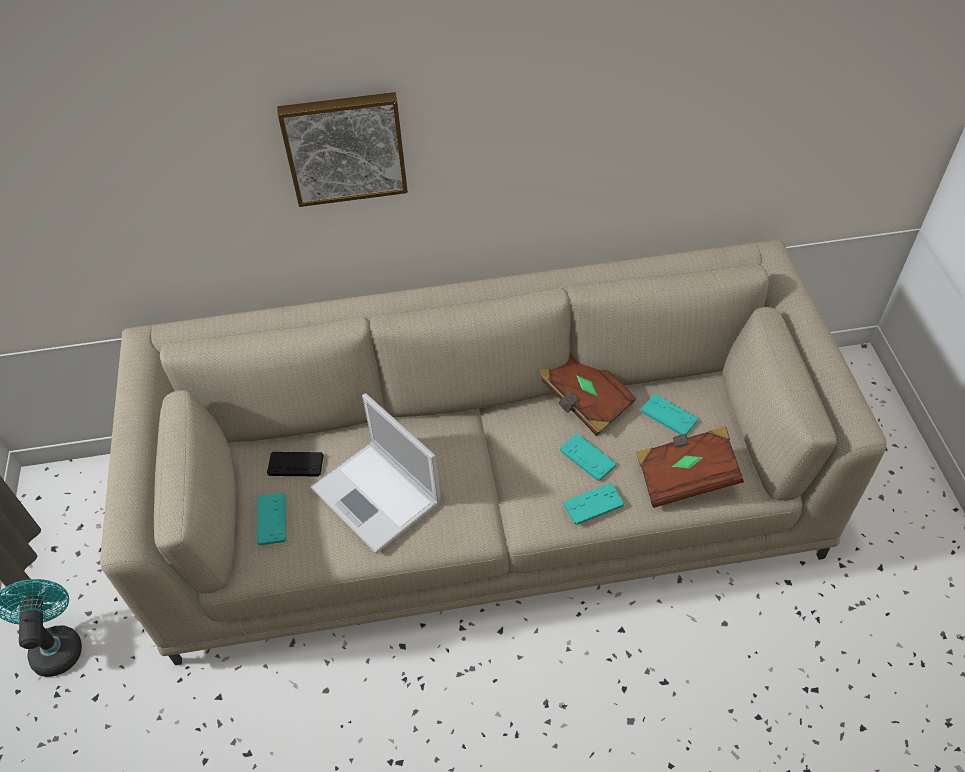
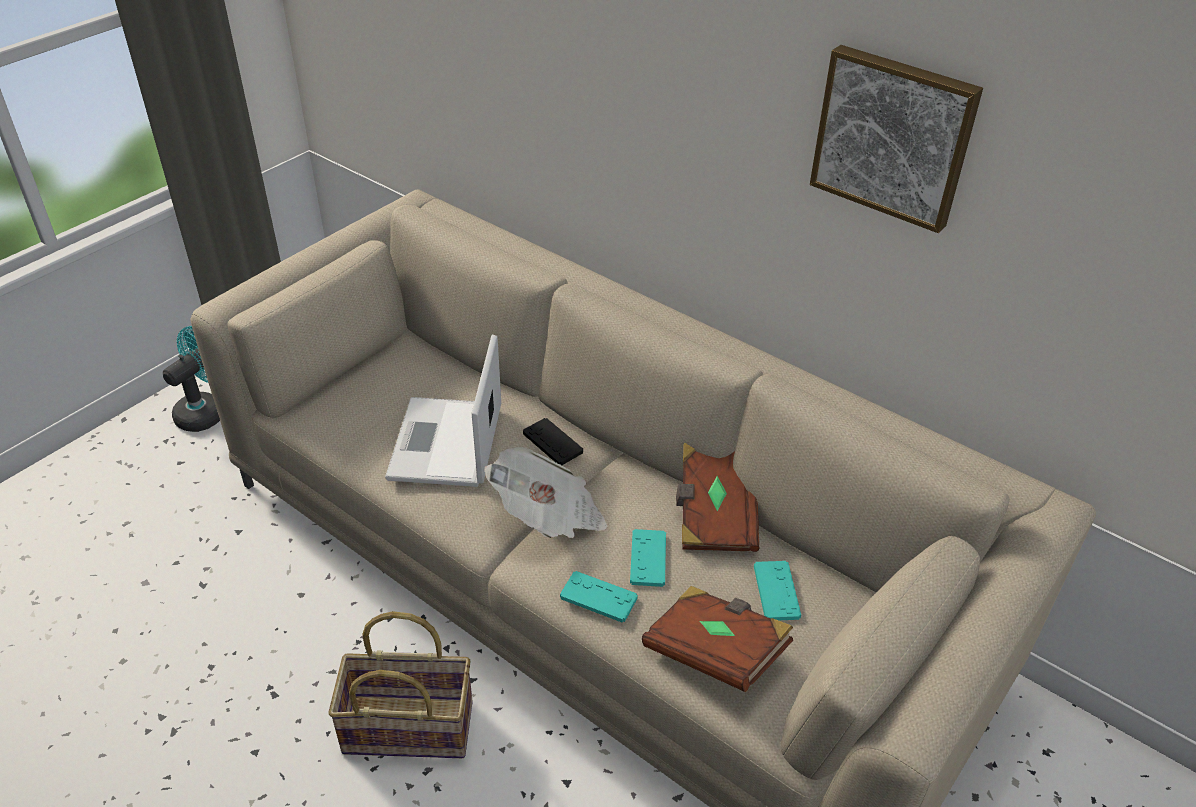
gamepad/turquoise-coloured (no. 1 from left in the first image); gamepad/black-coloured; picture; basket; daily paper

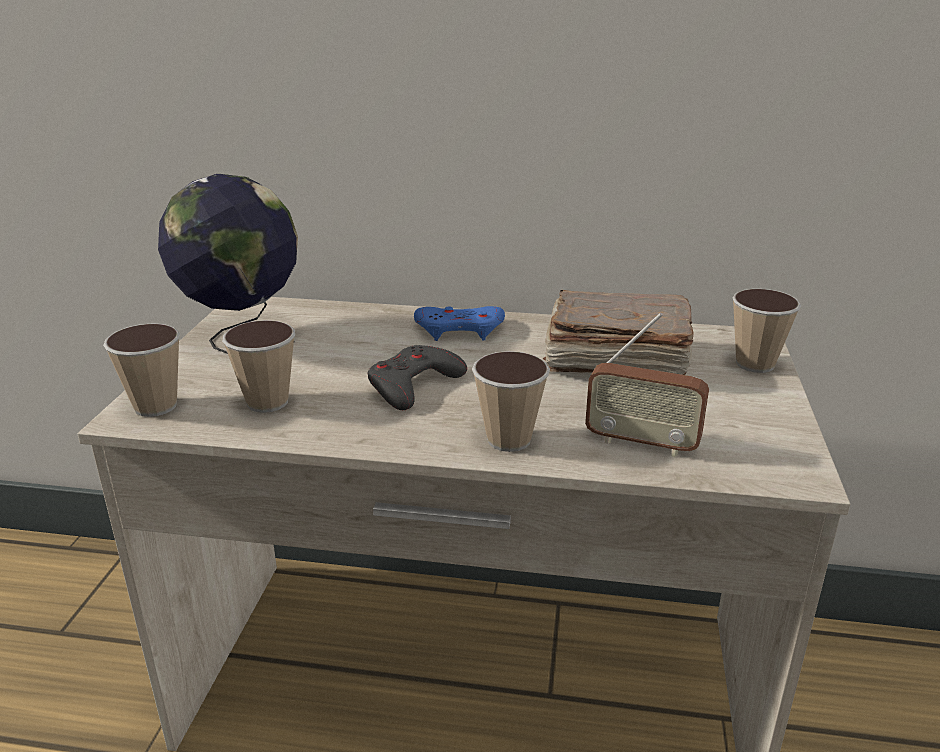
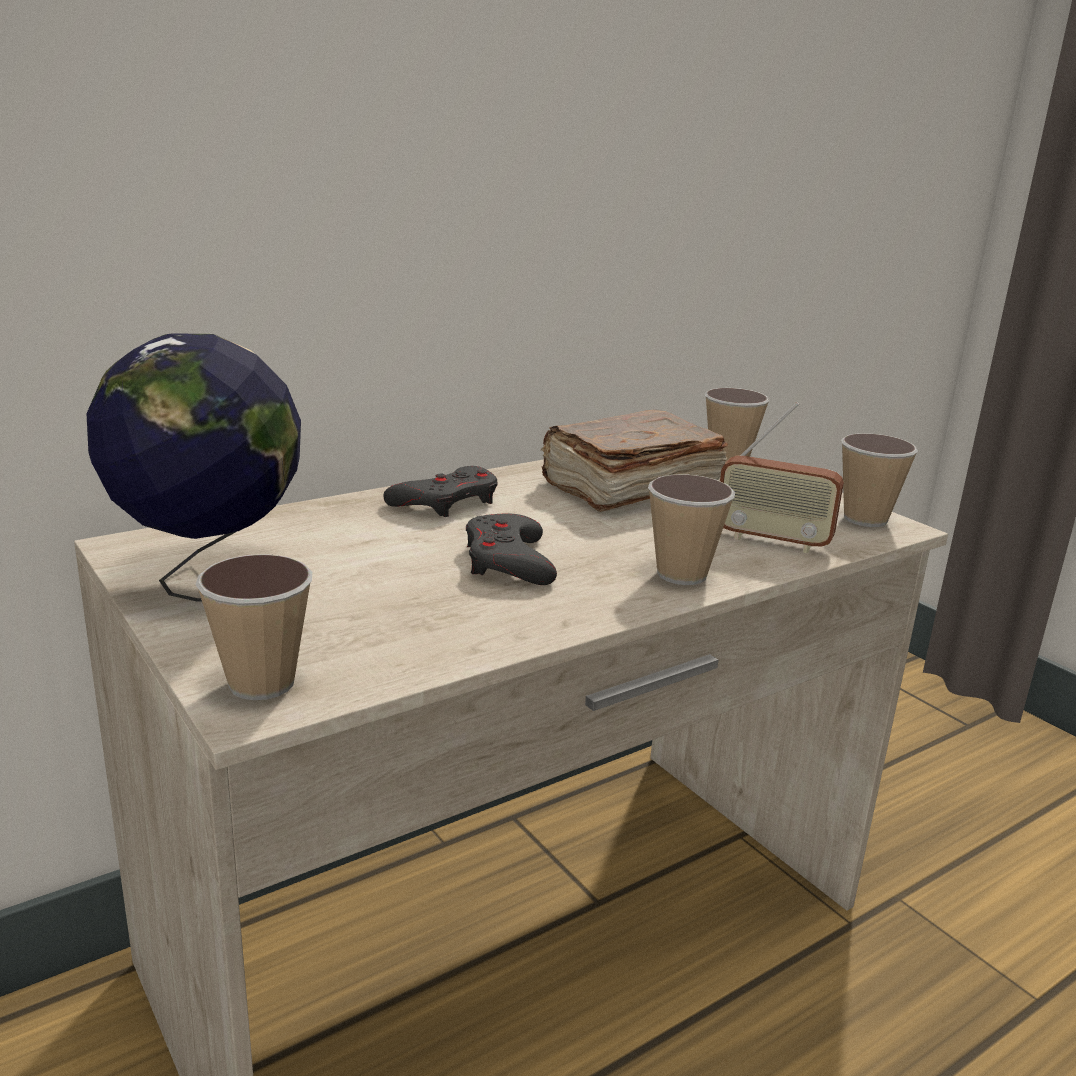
small cup (no. 4 from left); gamepad/greyish (no. 1 from left); radio receiver

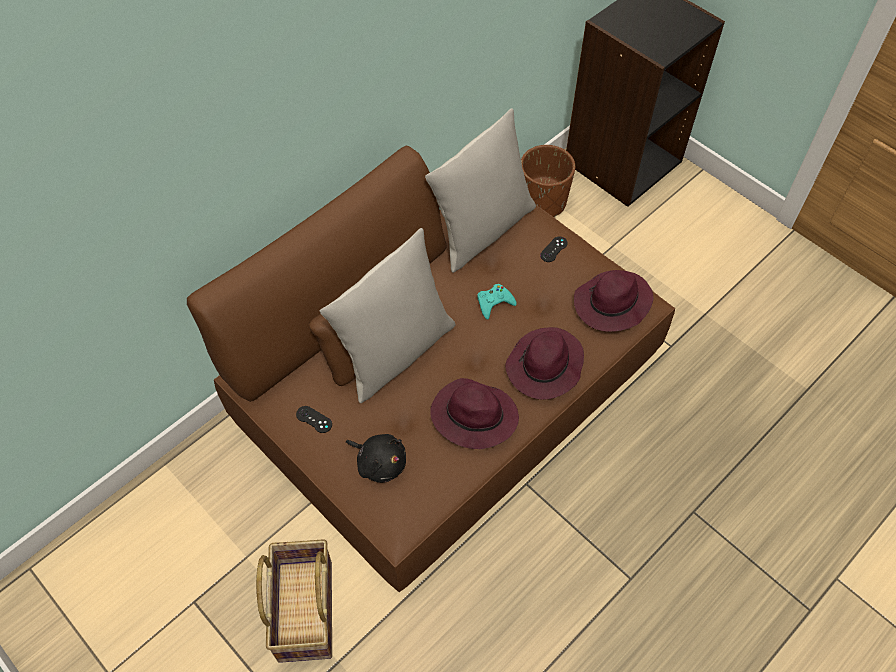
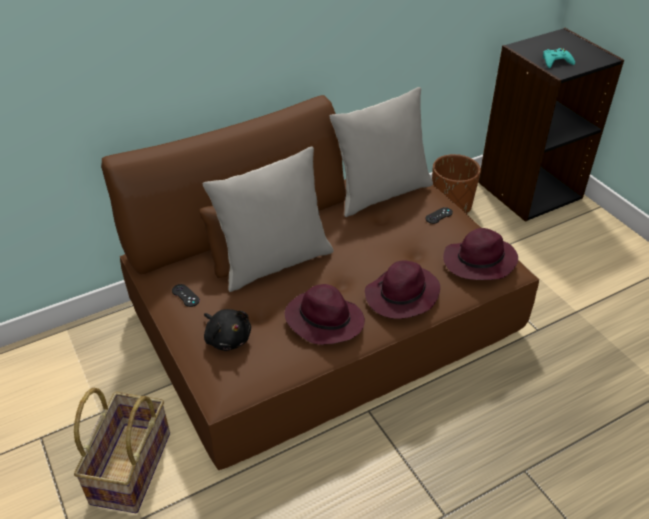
gamepad/turquoise-coloured

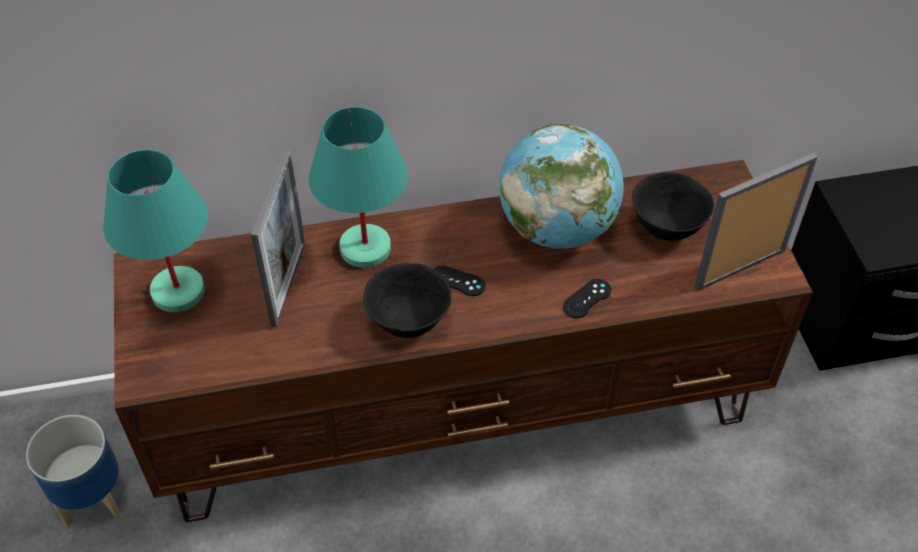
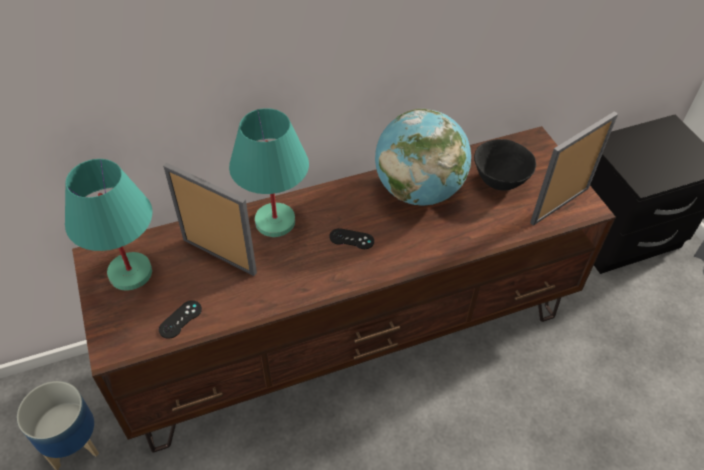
standing frame (no. 1 from left); serving bowl/black-coloured (no. 1 from left in the first image); gamepad/black-coloured (no. 1 from left)

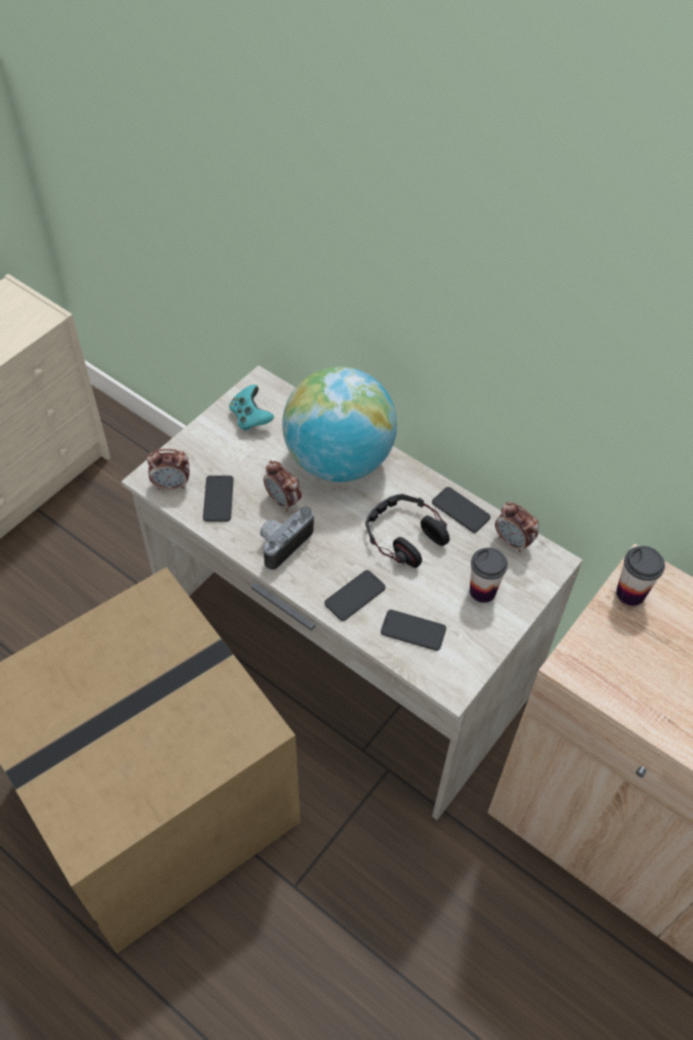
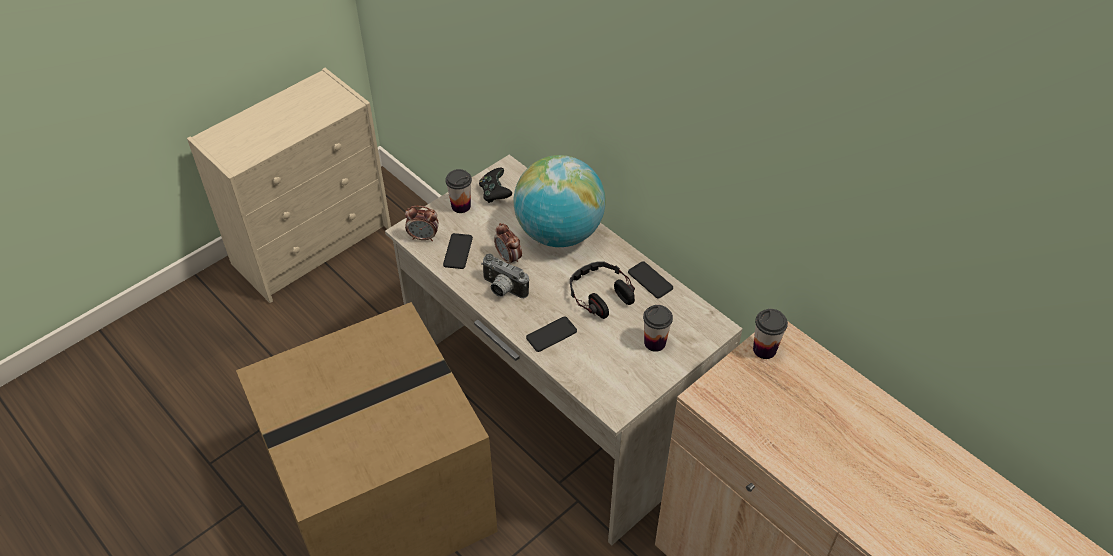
gamepad/black-coloured; photo camera; telephone (no. 3 from left in the first image); alarm clock (no. 3 from left in the first image); small cup (no. 1 from left)

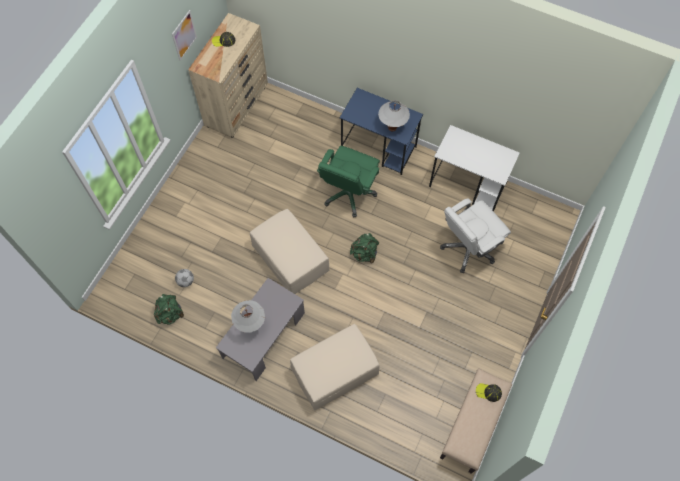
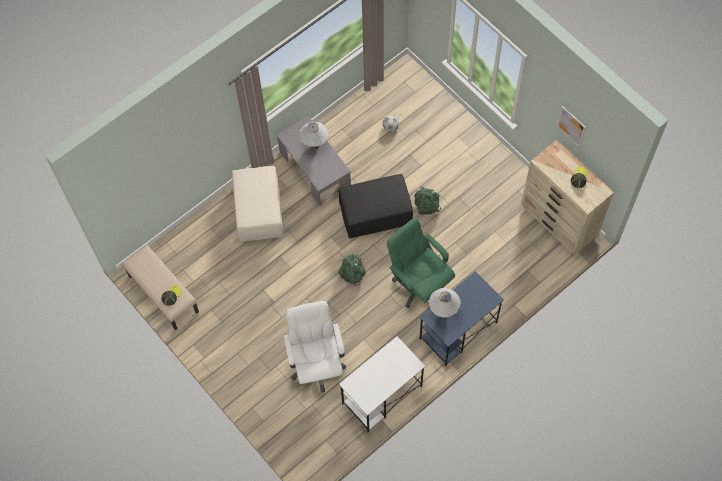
knapsack/greenish (no. 2 from left); footrest/black-coloured

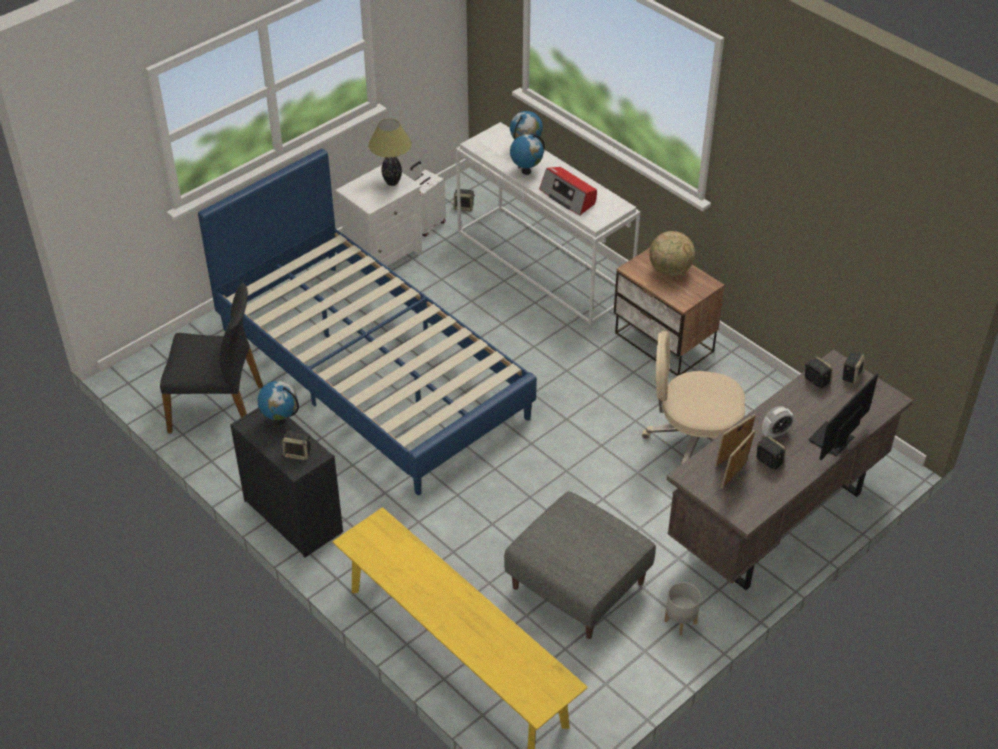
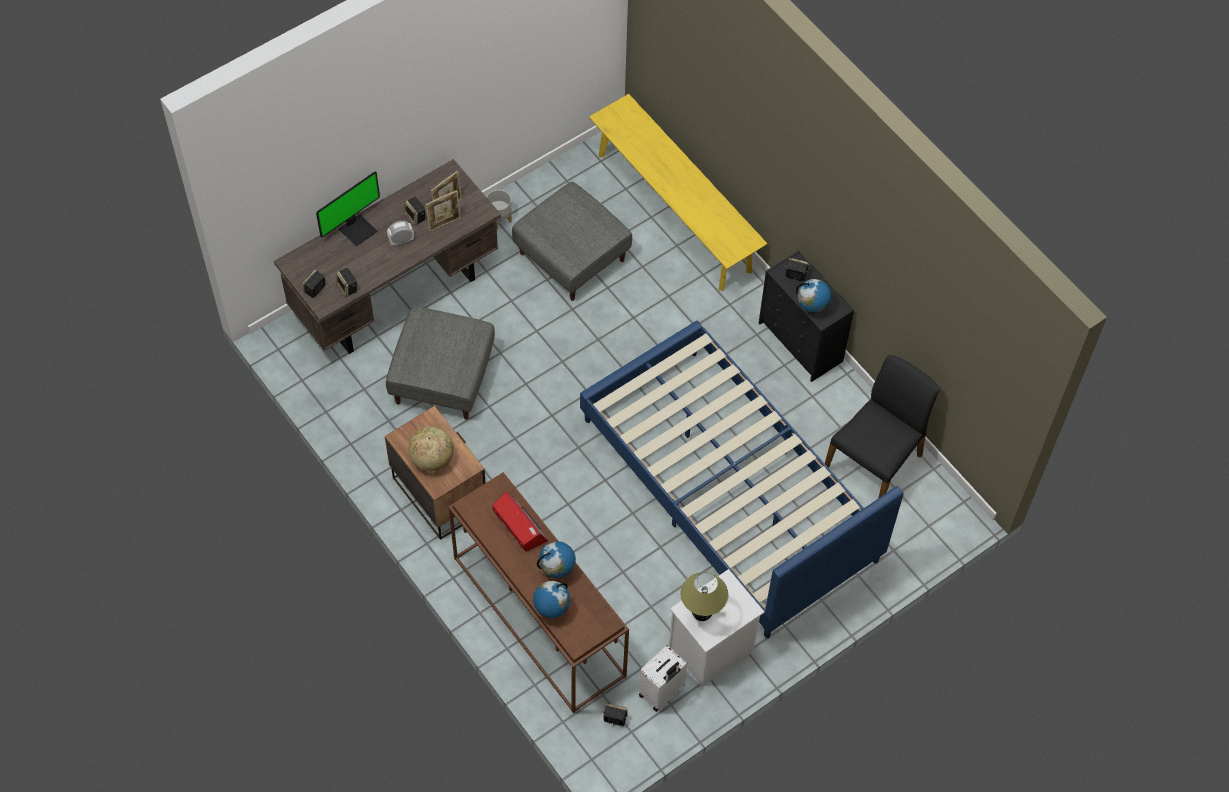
chair/black-coloured; hall table/brown-coloured; footrest/greyish (no. 1 from left)

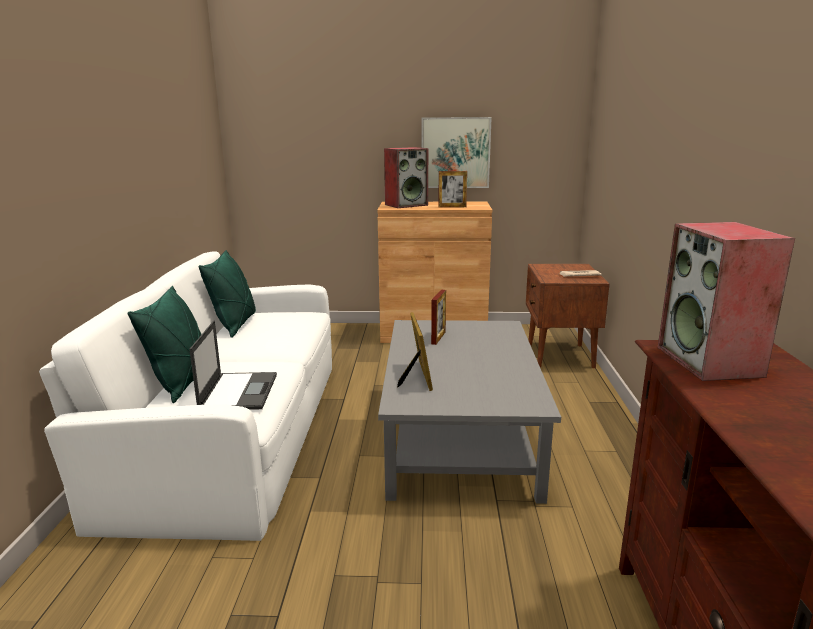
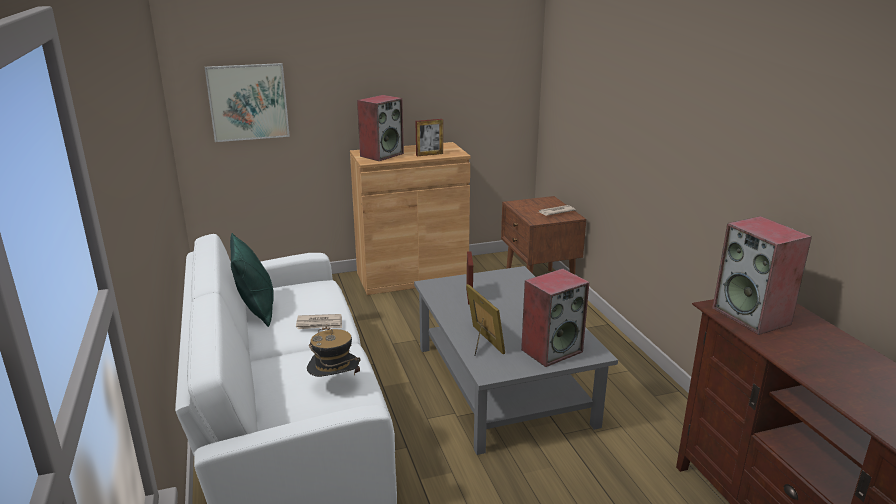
cushion/greenish (no. 1 from left in the first image); clothing hat; picture; daily paper (no. 1 from left); loudspeaker (no. 2 from left)

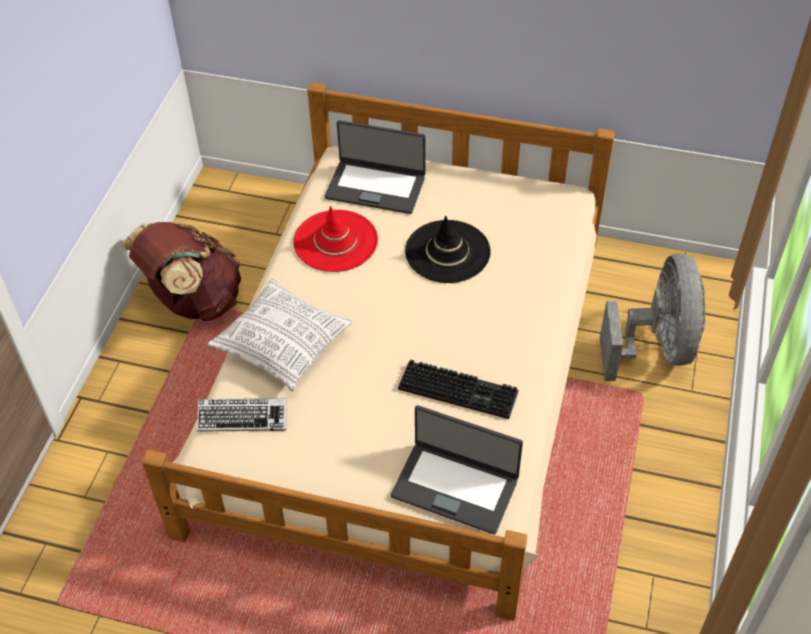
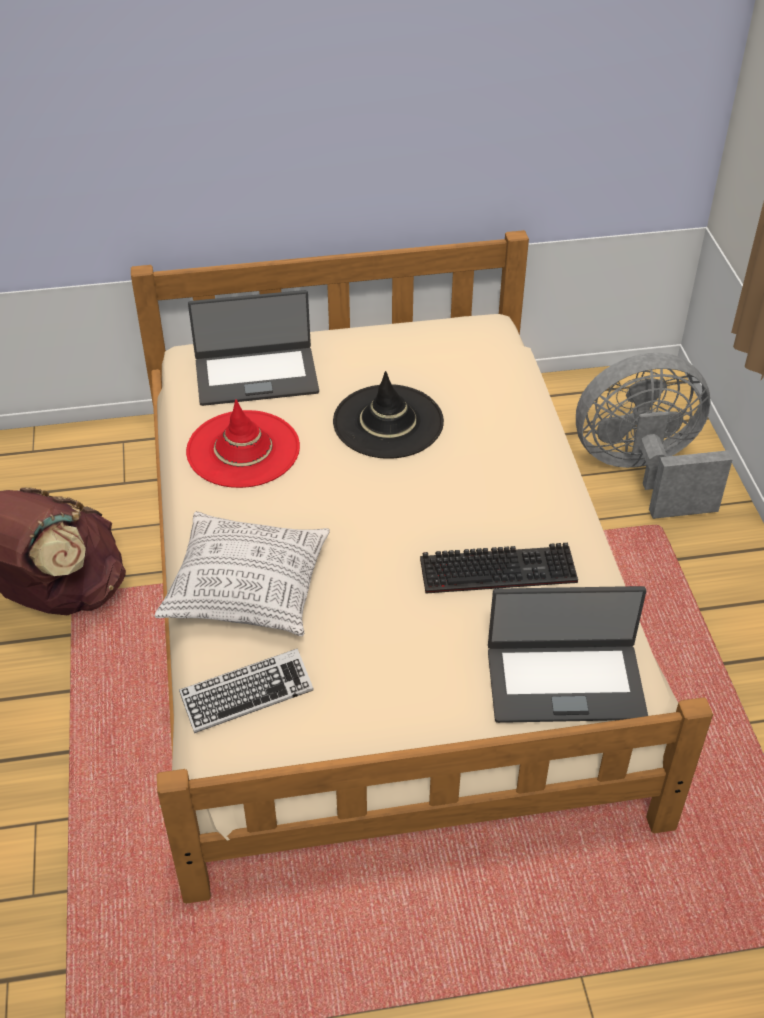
fan/greyish

